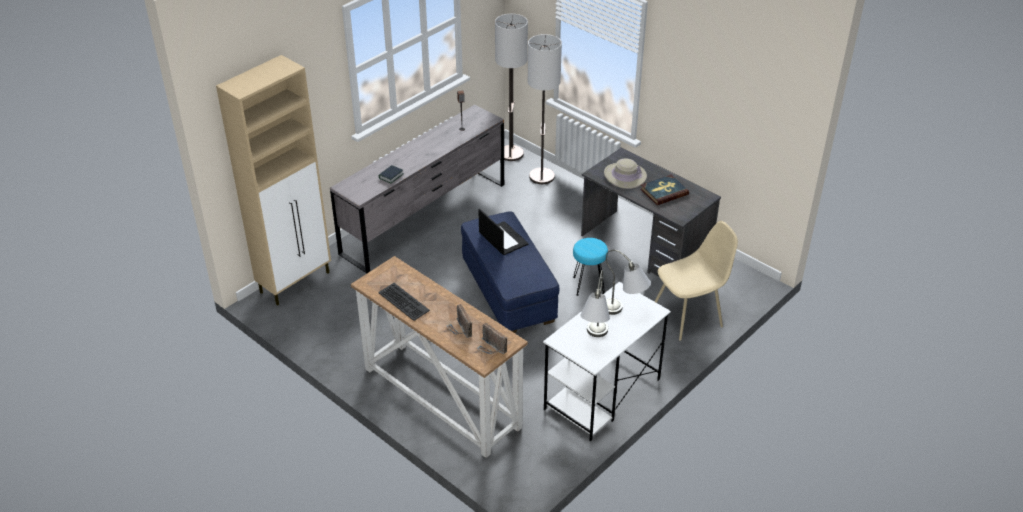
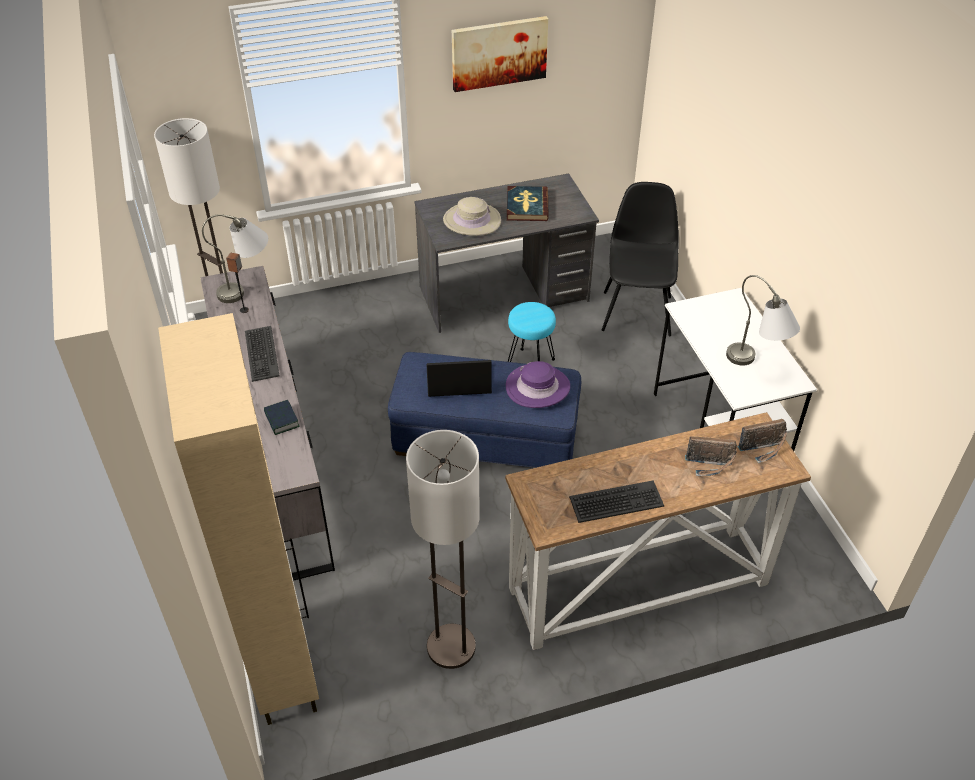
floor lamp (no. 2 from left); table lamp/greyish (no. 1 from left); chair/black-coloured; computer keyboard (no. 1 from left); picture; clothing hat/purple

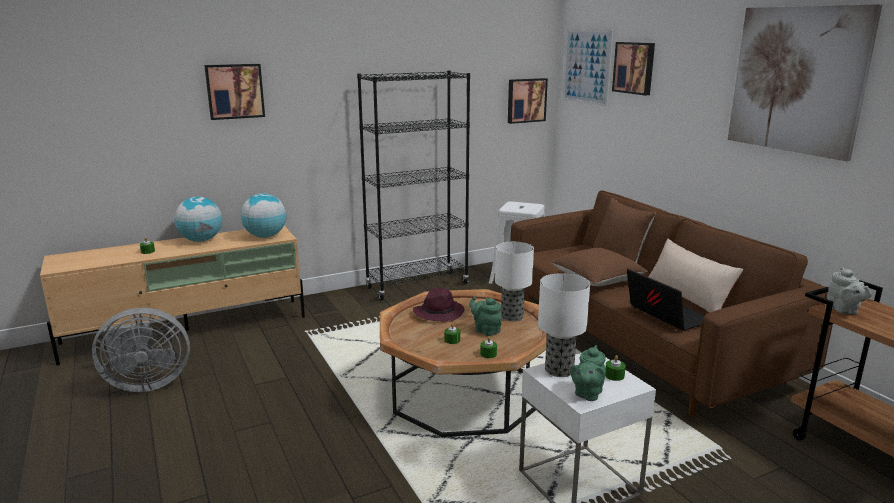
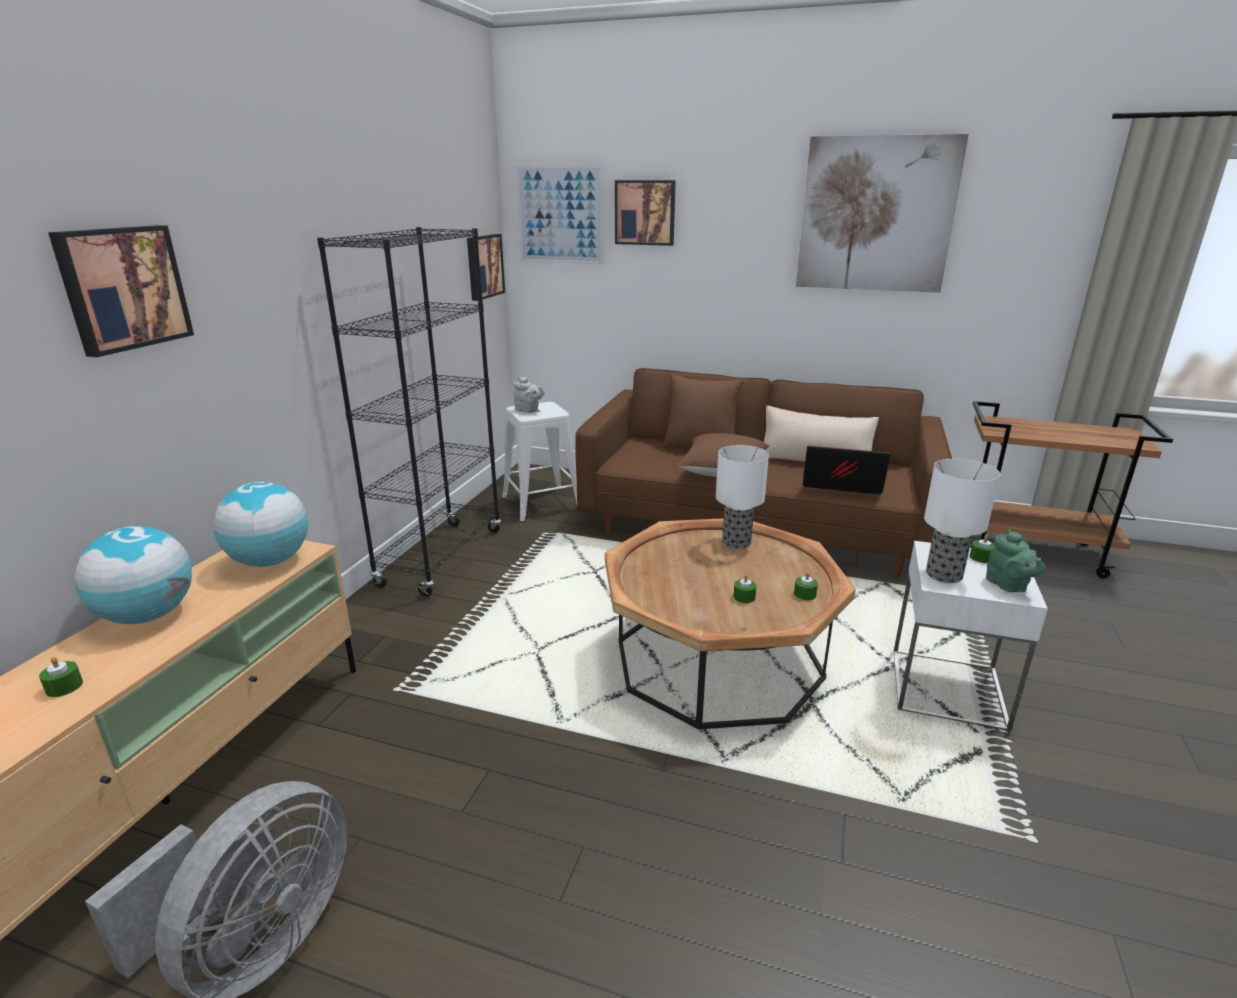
clothing hat/purple; tea pot/greenish (no. 1 from left in the first image); tea pot/greyish

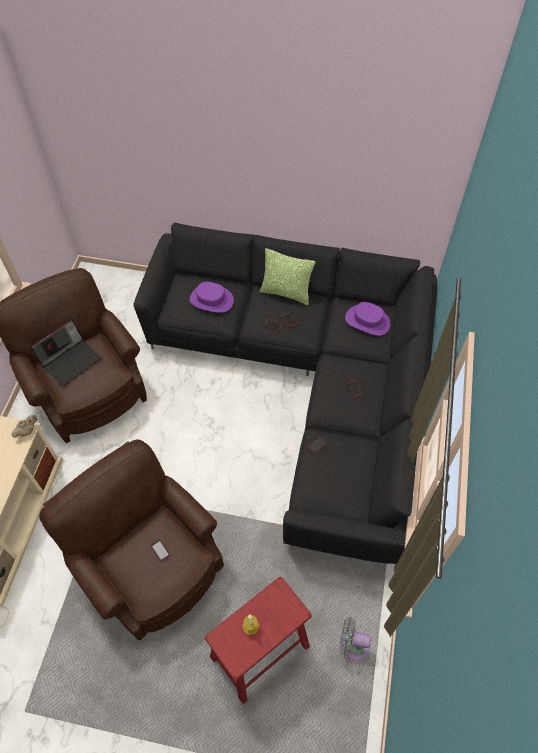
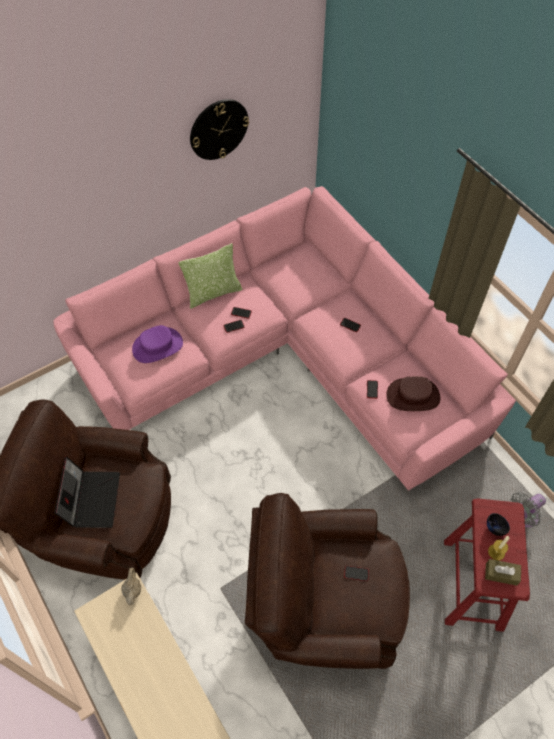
settee/pink; clothing hat/purple (no. 2 from left in the first image); clock on the wall; clothing hat/brown-coloured; tissue holder/brown-coloured; serving bowl/black-coloured

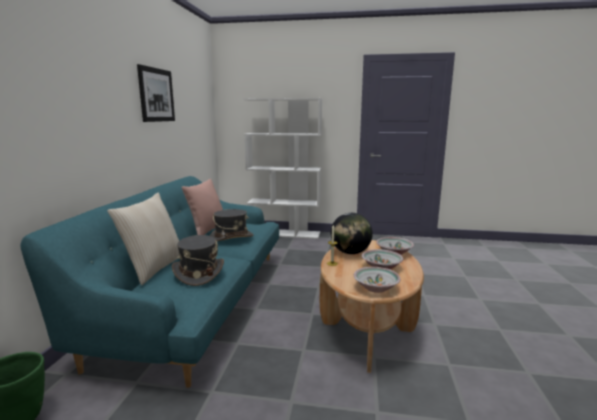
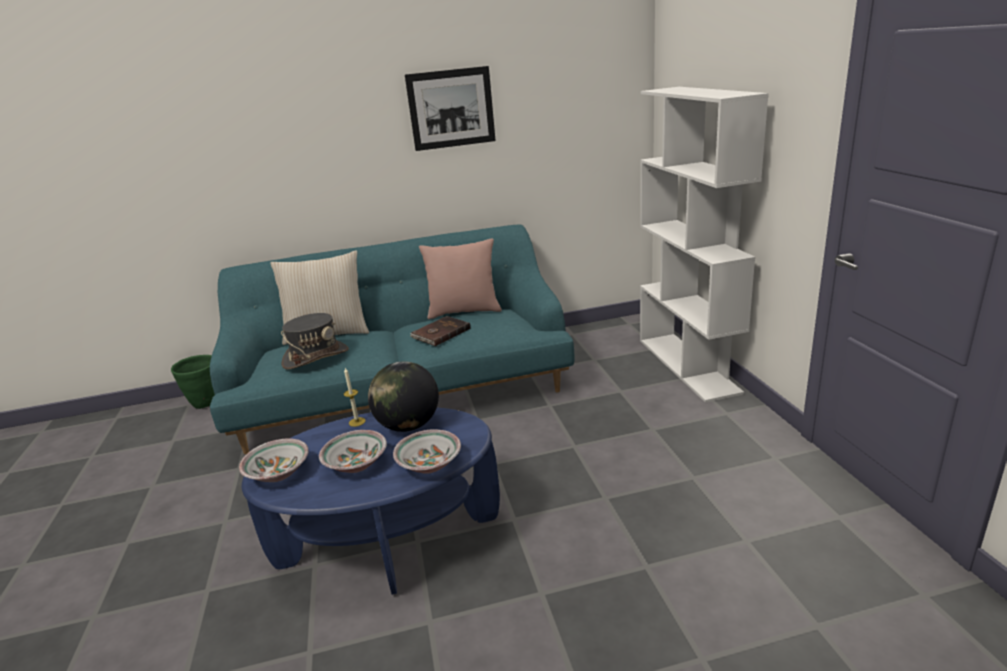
bound book/brown-coloured; coffee table/blue-coloured

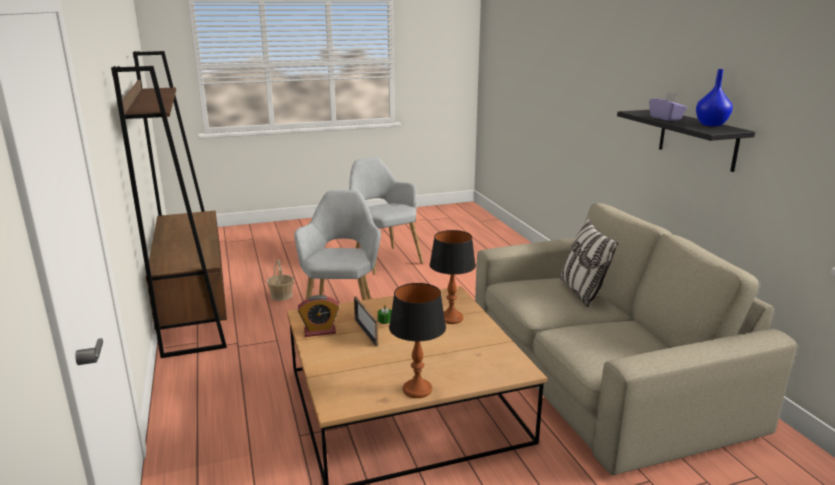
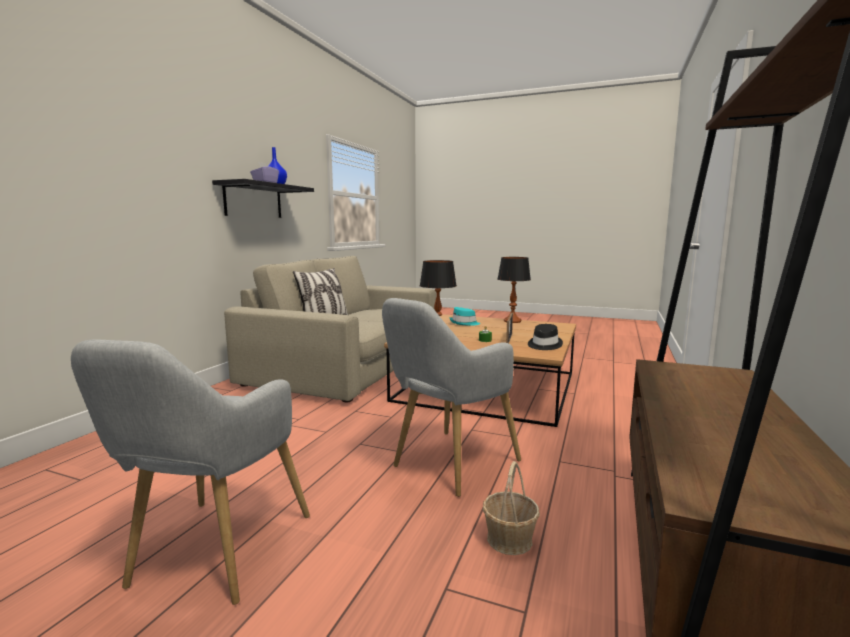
clothing hat/black-coloured; clothing hat/turquoise-coloured

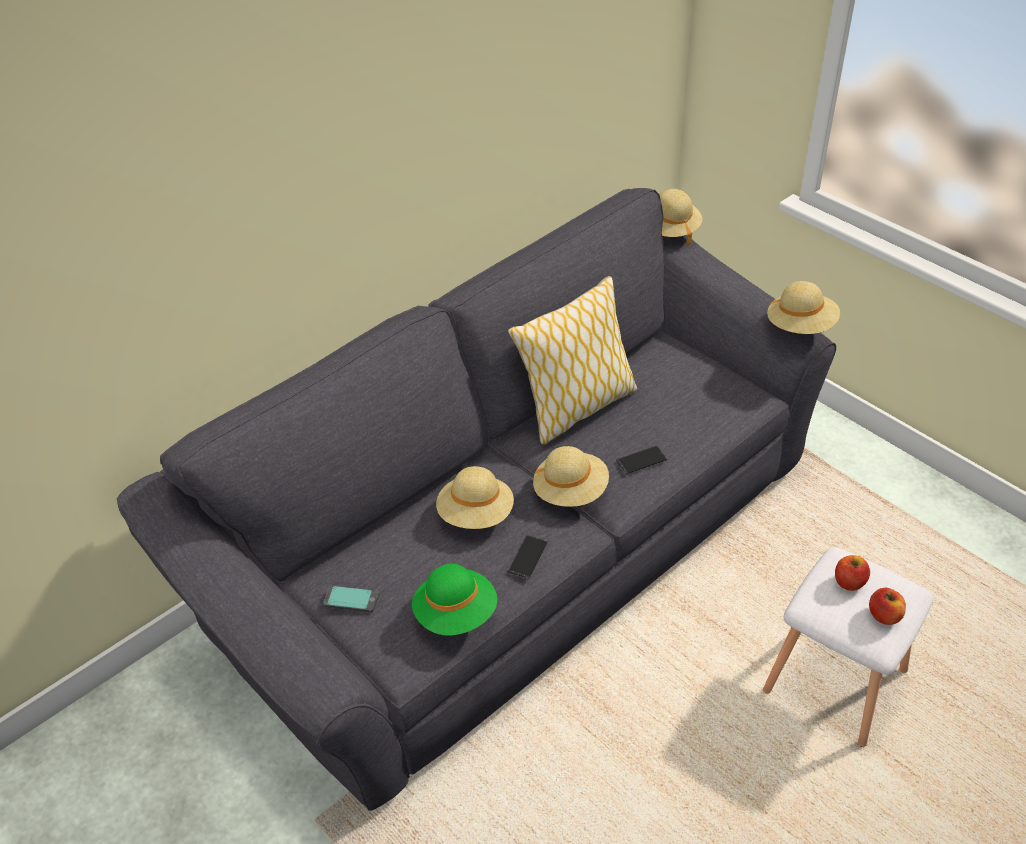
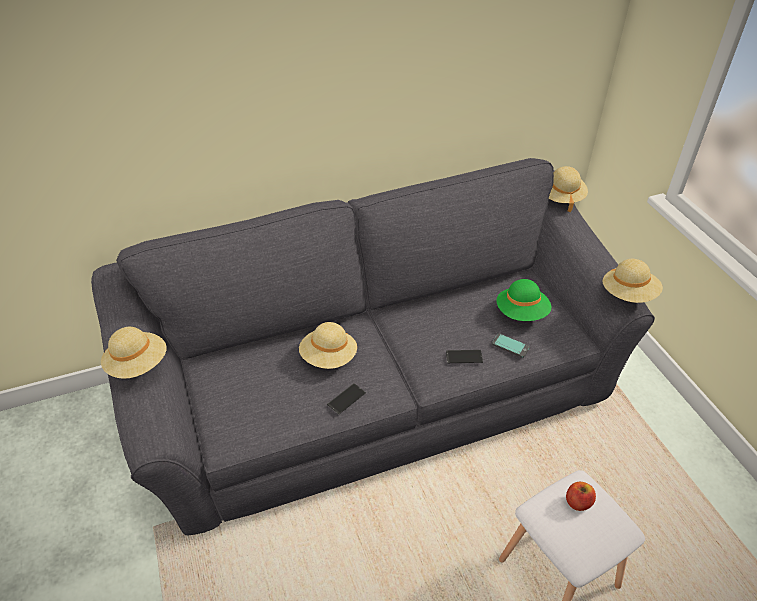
telephone (no. 3 from left); clothing hat/greenish; cushion; clothing hat/beige-coloured (no. 1 from left); apple (no. 2 from left in the first image)

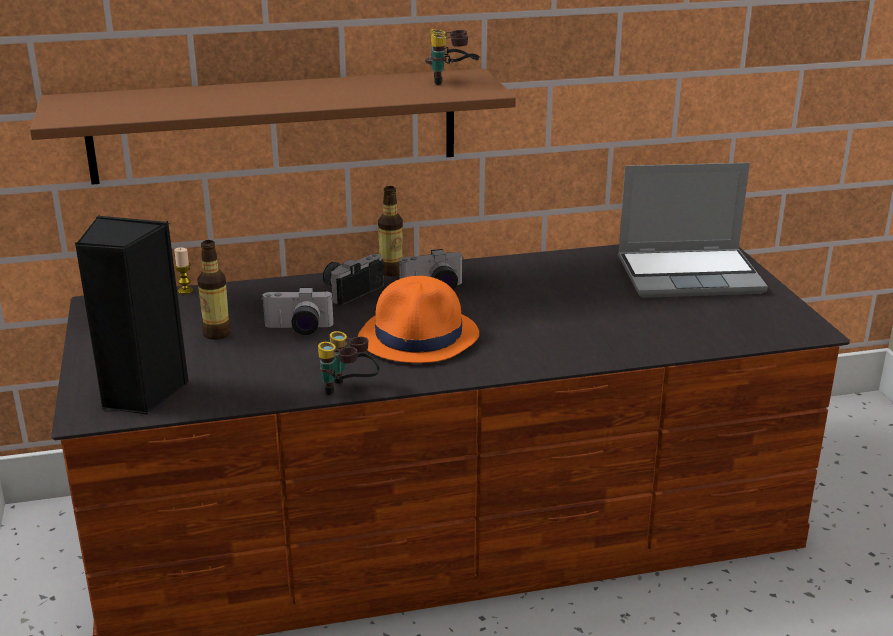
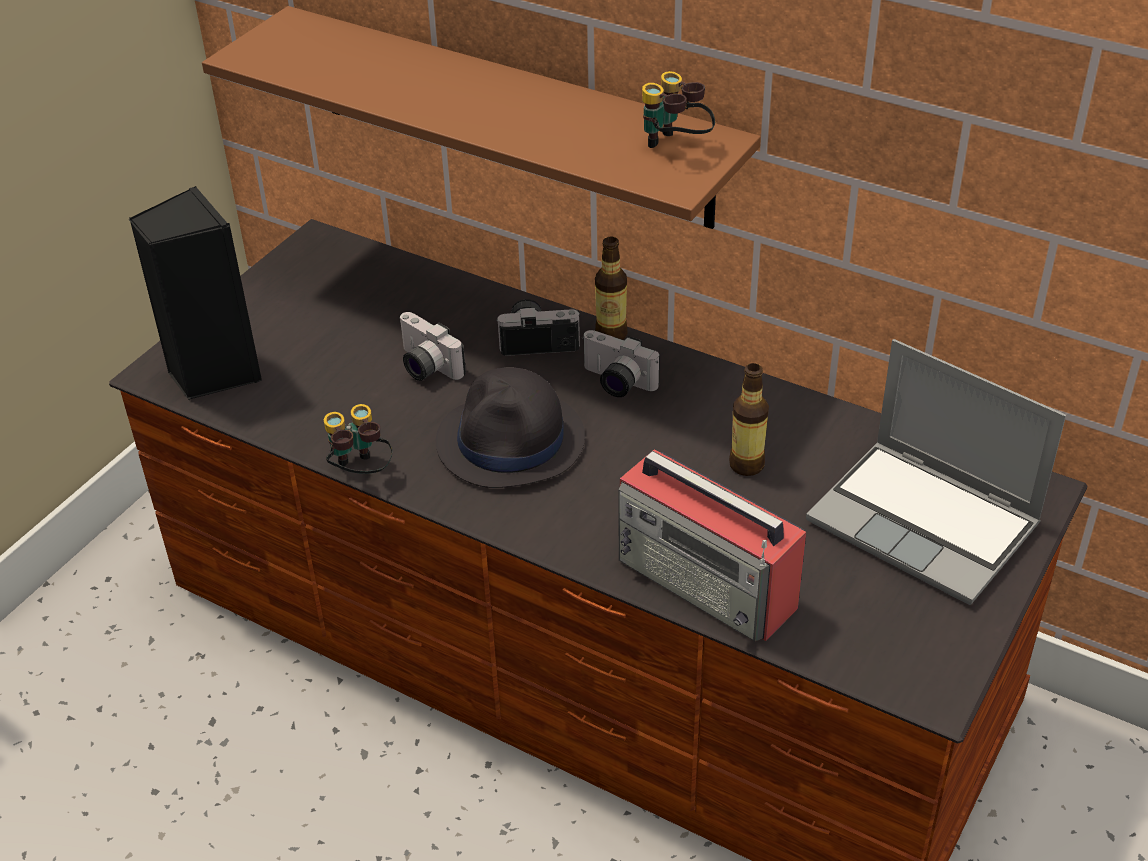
wax candle; drink bottle (no. 2 from left); clothing hat/black-coloured; radio receiver

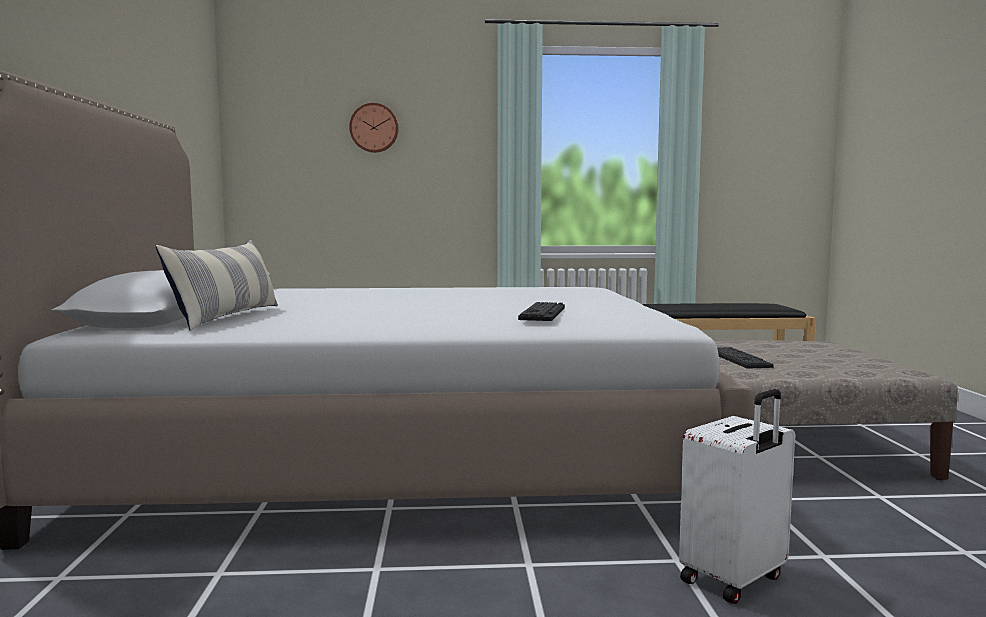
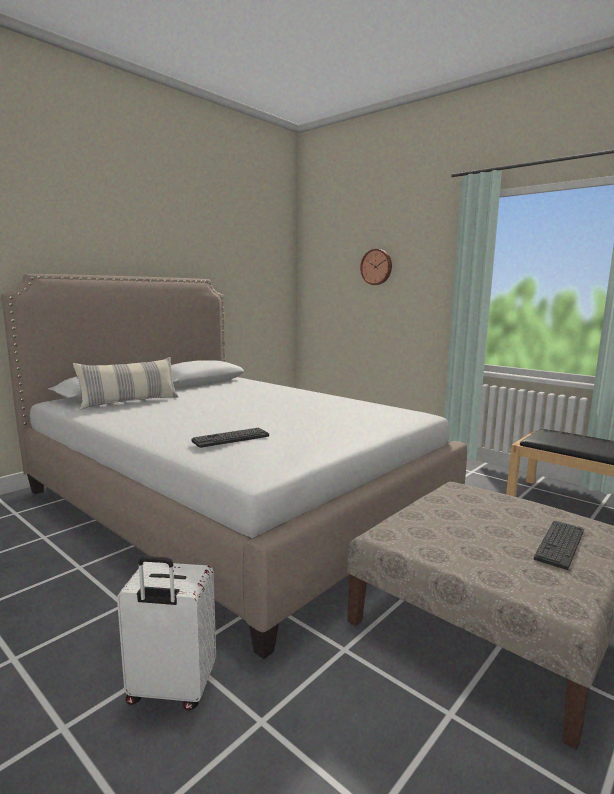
computer keyboard (no. 2 from left)

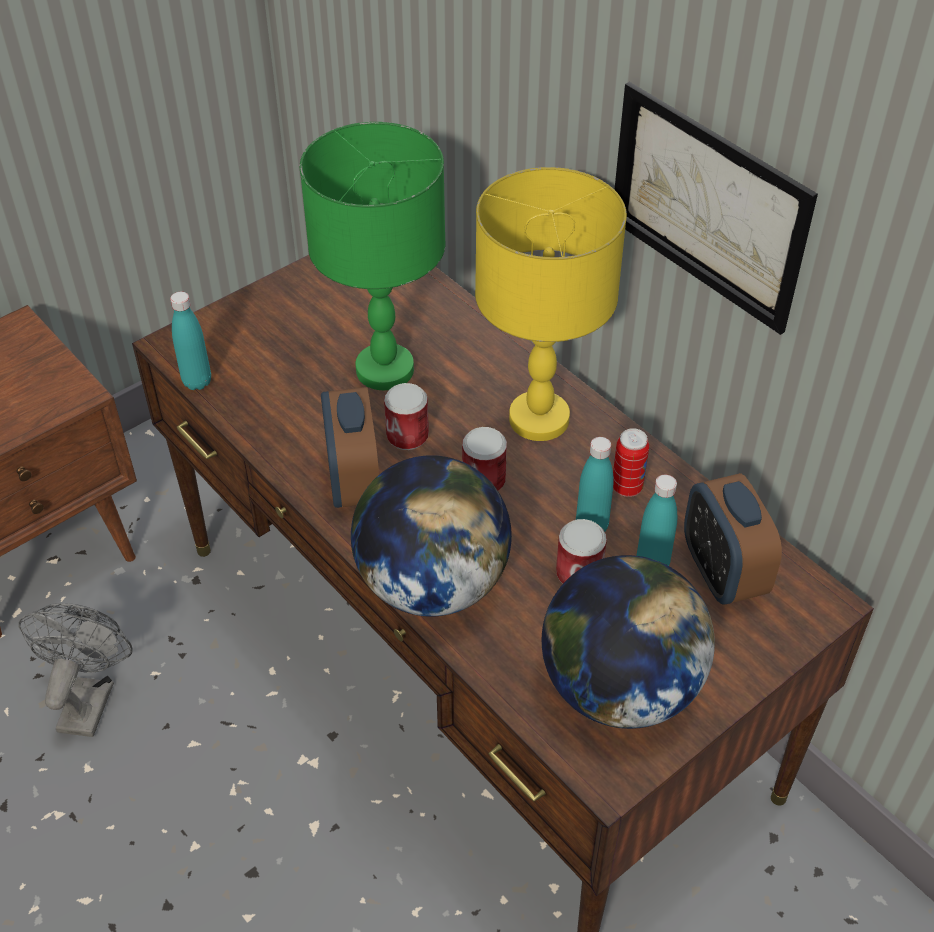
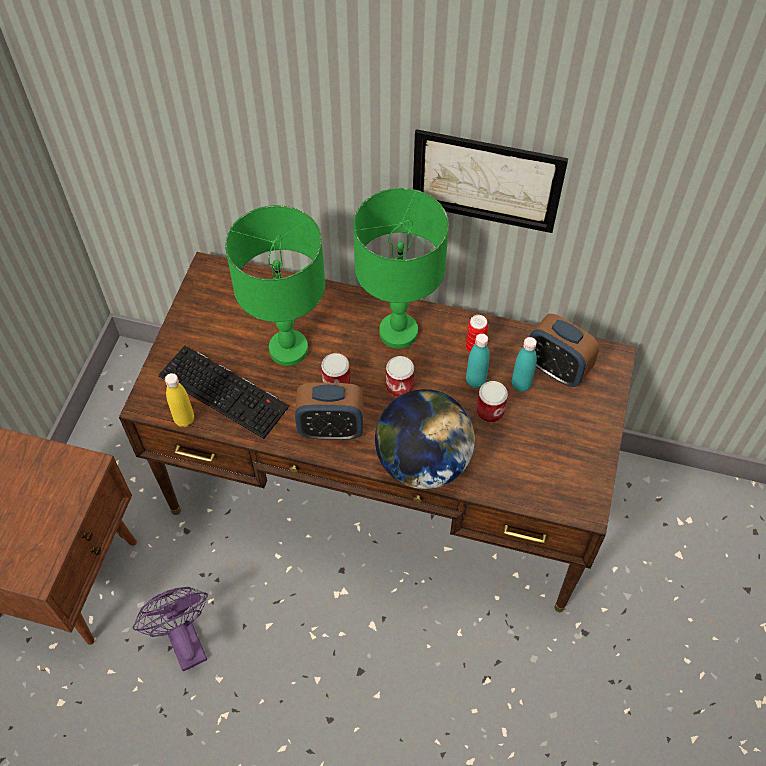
fan/purple; drink bottle/yellow; alarm clock (no. 1 from left); table lamp/greenish (no. 2 from left); globe (no. 2 from left in the first image); computer keyboard

